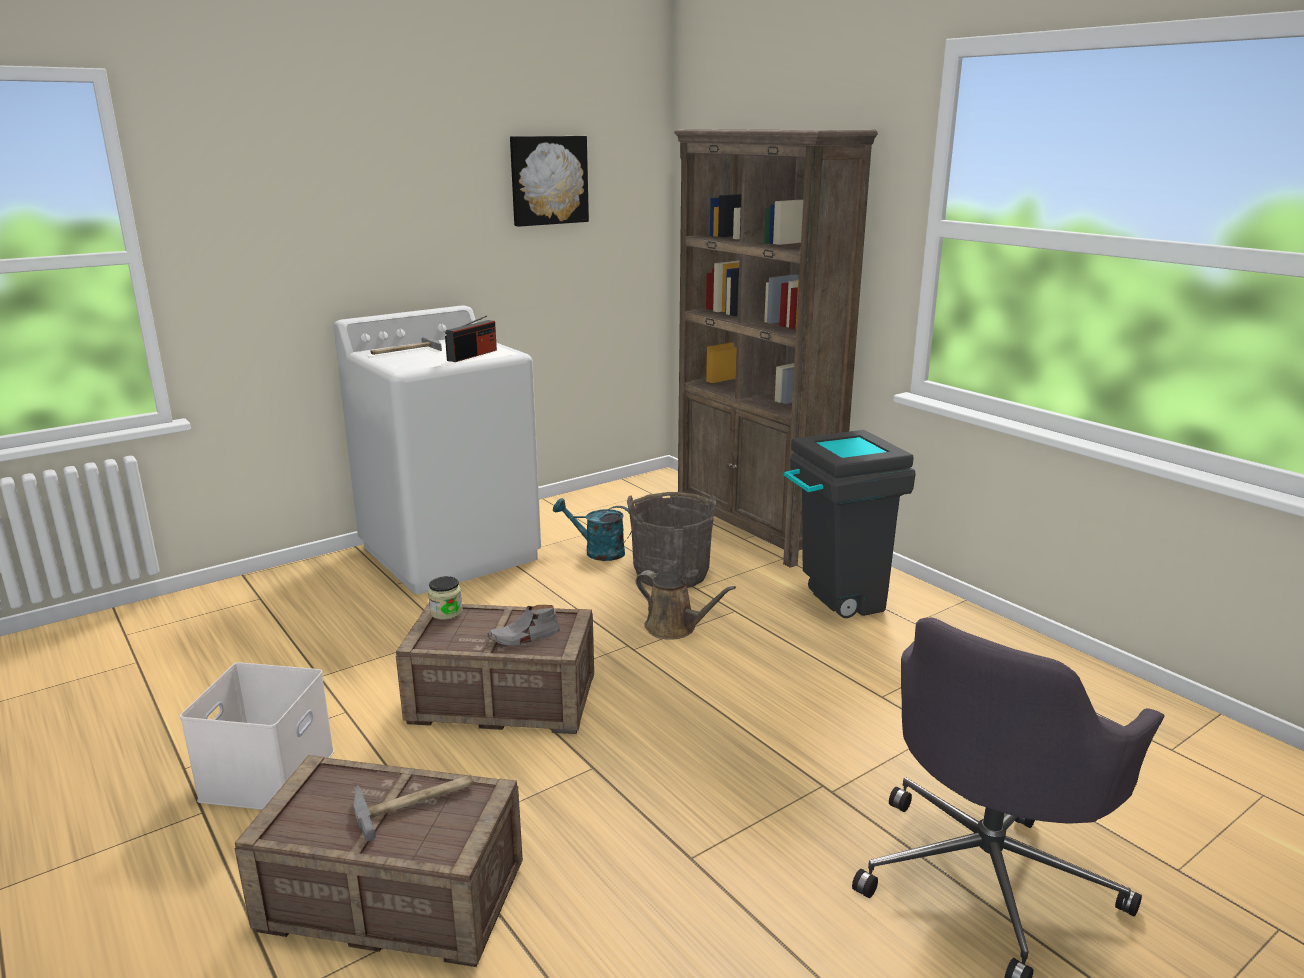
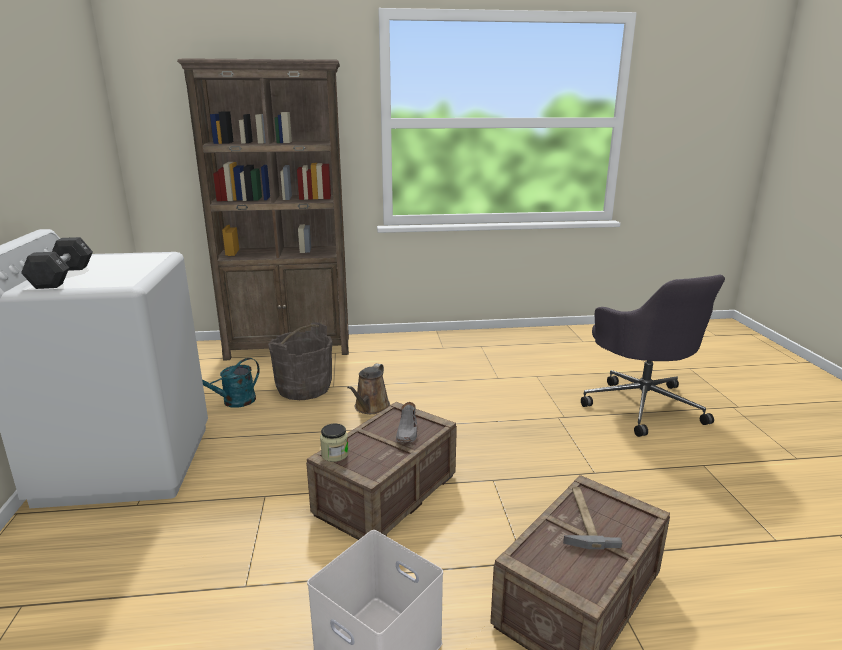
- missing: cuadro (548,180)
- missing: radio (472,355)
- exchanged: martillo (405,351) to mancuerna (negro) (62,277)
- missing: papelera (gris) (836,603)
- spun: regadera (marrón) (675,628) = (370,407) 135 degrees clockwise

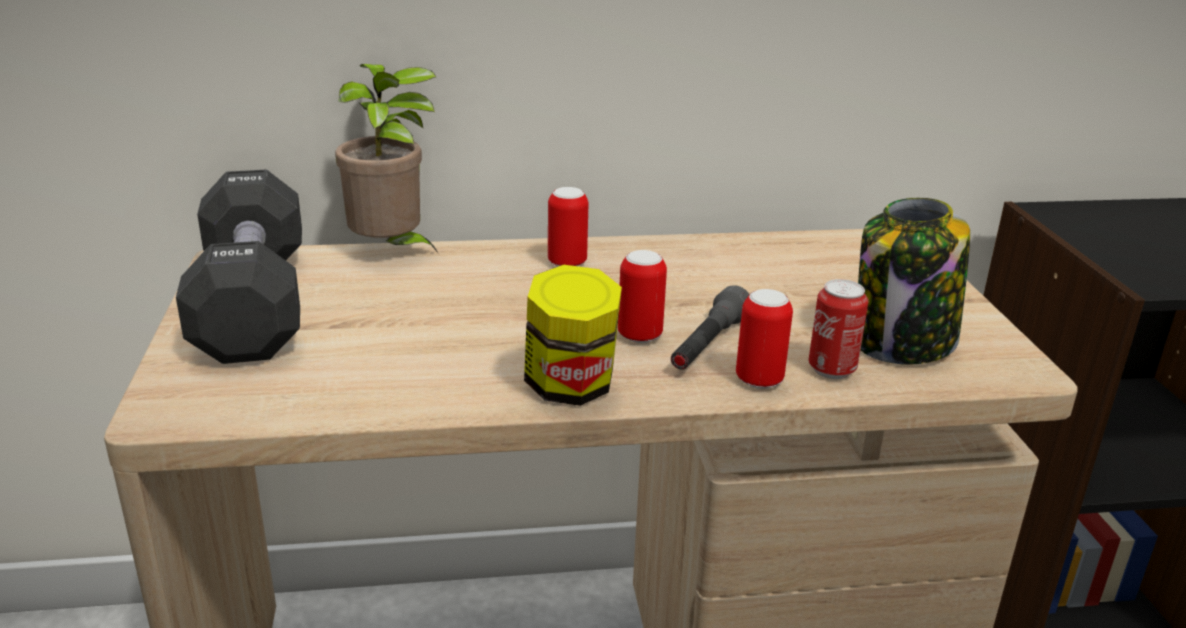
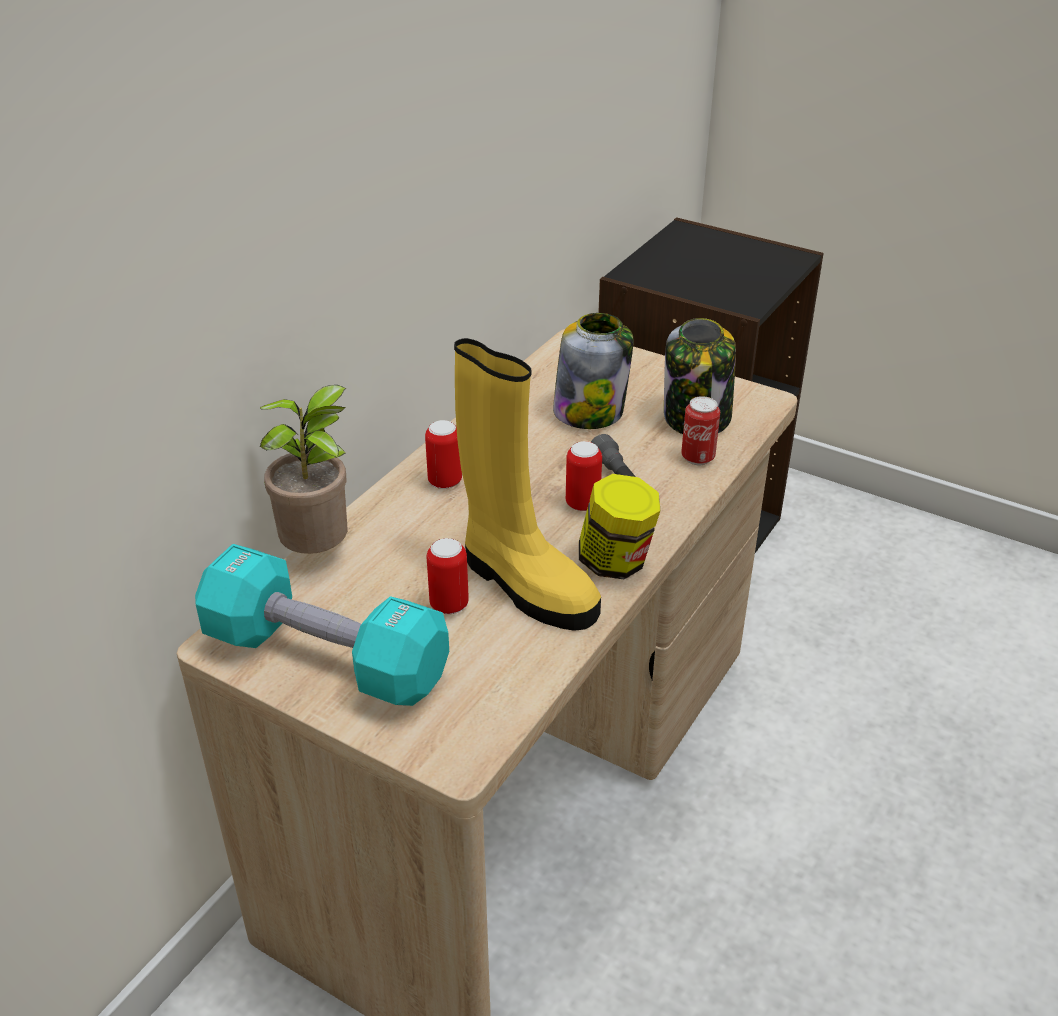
- colour: mancuerna (negro) (252,303) to mancuerna (turquesa) (325,657)
- relocated: lata (759,380) to (449,605)
- appeared: tarro (590,411)
- appeared: bota (amarillo) (525,585)

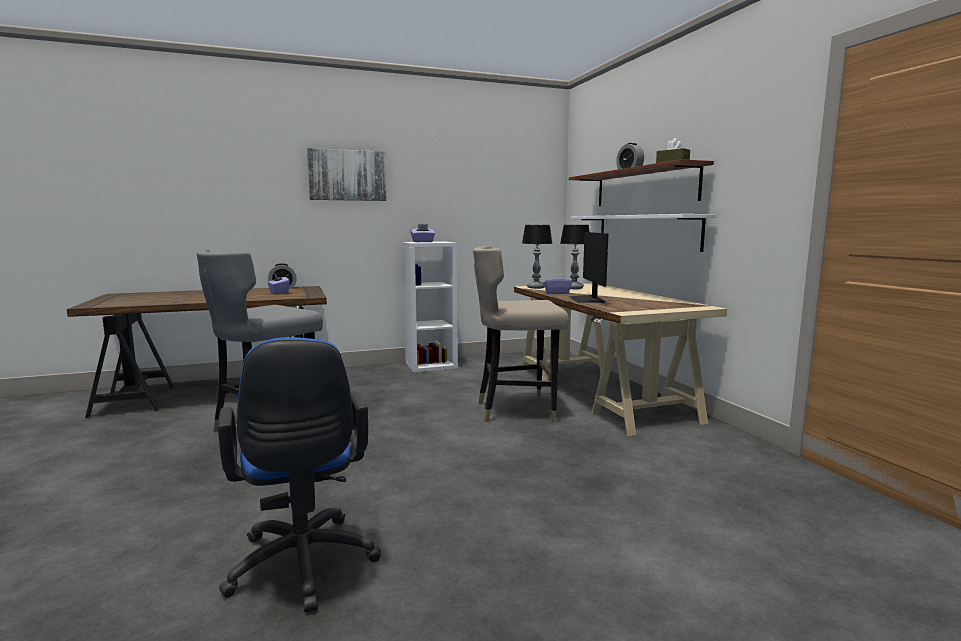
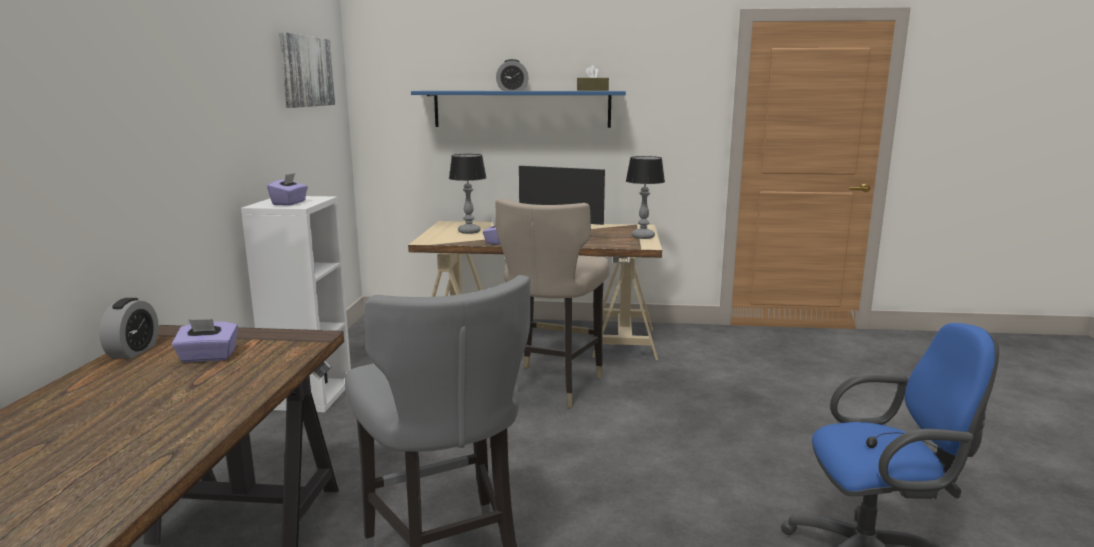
- relocated: cuadro (347,175) to (306,71)
- colour: estante (marrón) (644,187) to estante (azul) (522,109)
- missing: estante (blanco) (646,231)
- relocated: lámpara de mesa (536,287) to (642,236)

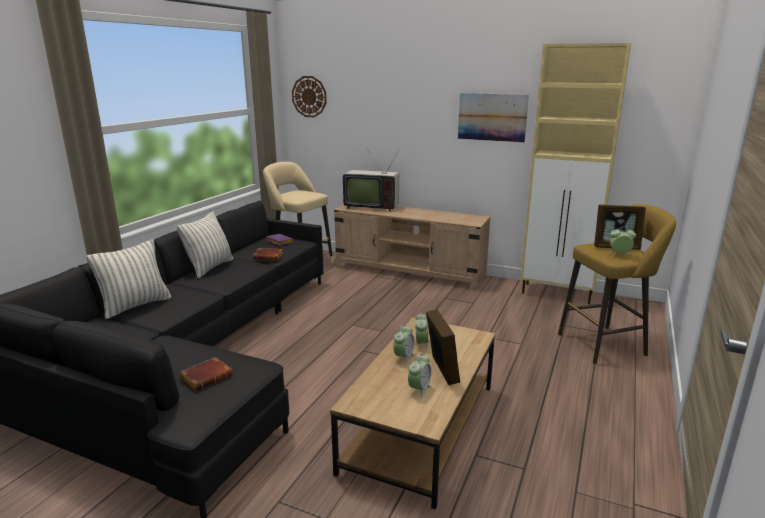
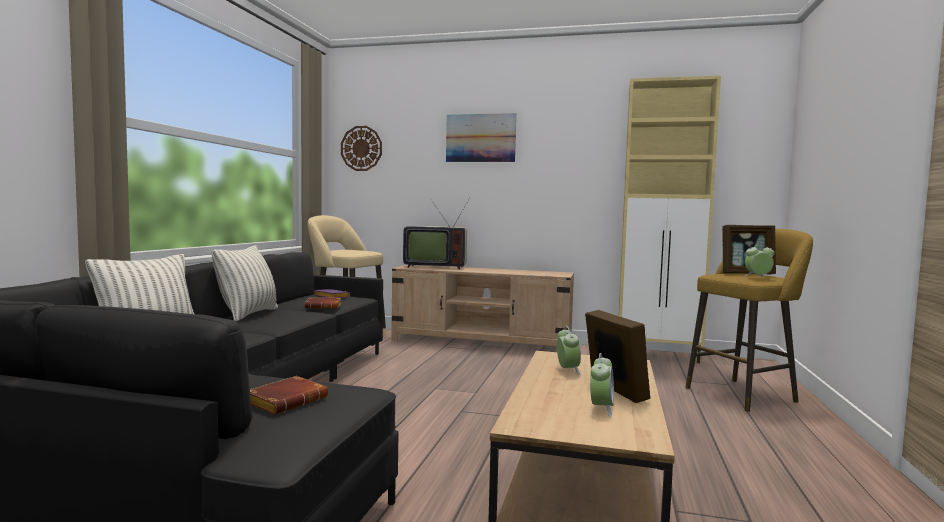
- relocated: cuadro (492,117) to (480,138)
- missing: despertador (403,357)

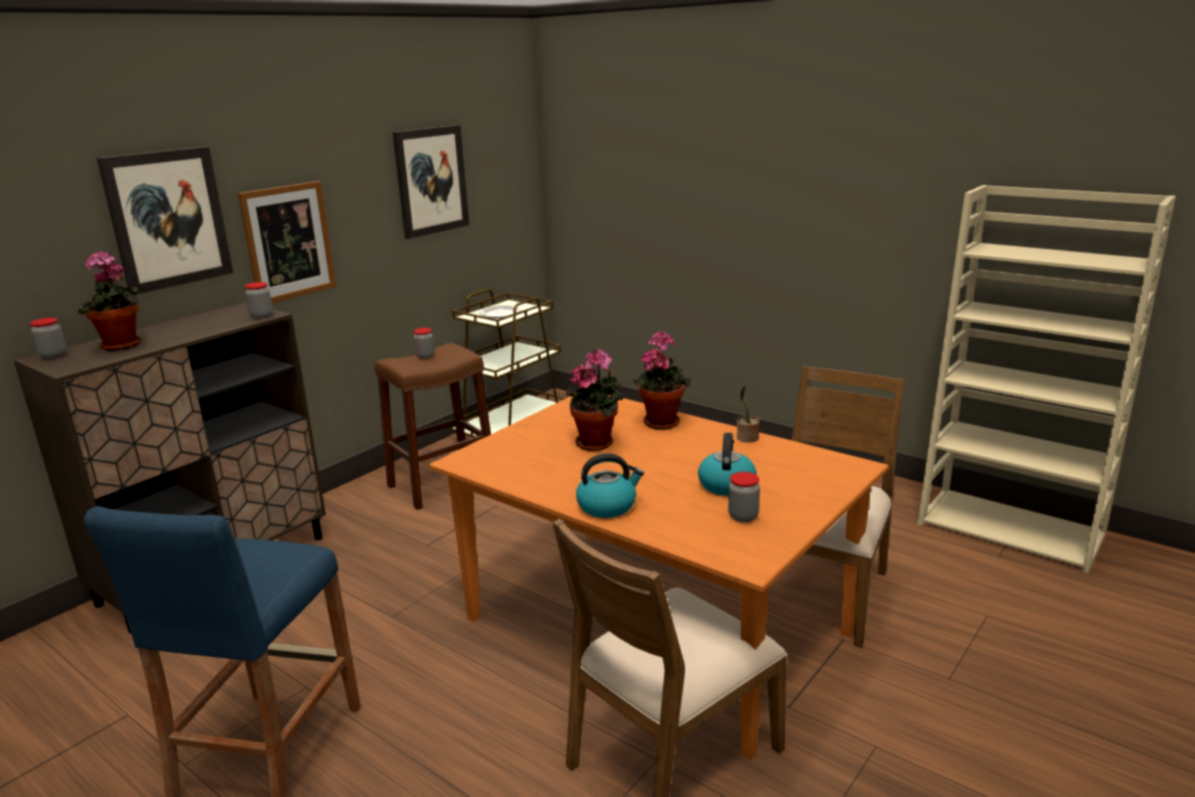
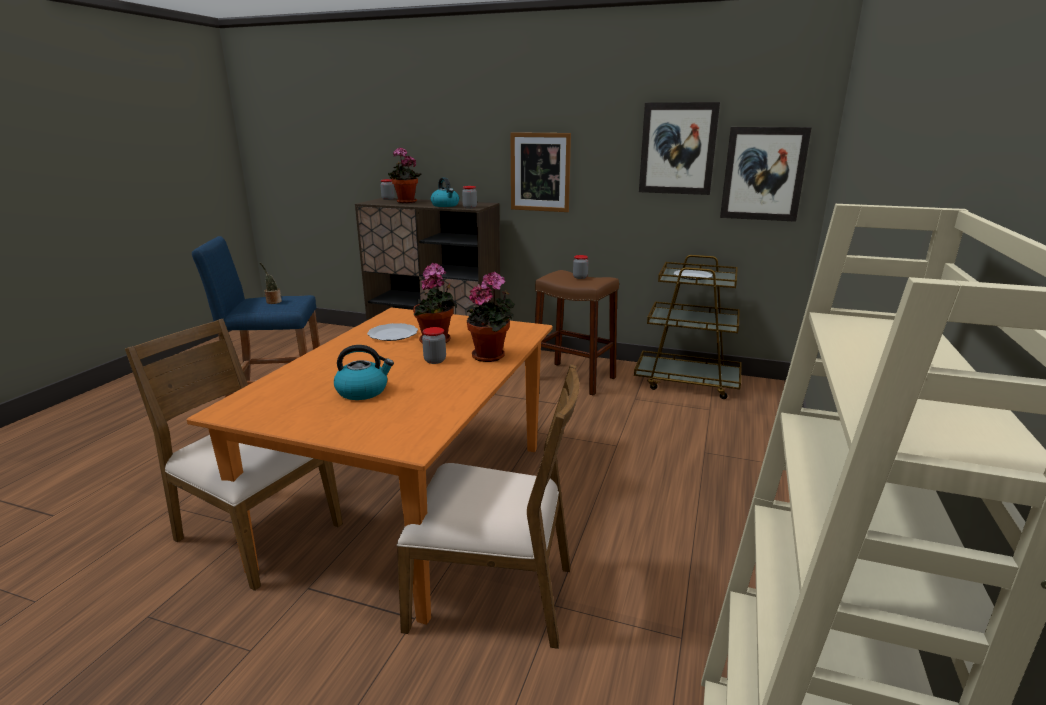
- relocated: cuadro (168,219) to (763,174)
- relocated: planta en maceta (746,438) to (273,301)
- relocated: hervidor (607,506) to (445,205)
- relocated: tarro (743,516) to (435,360)
- appeared: plato (393,334)

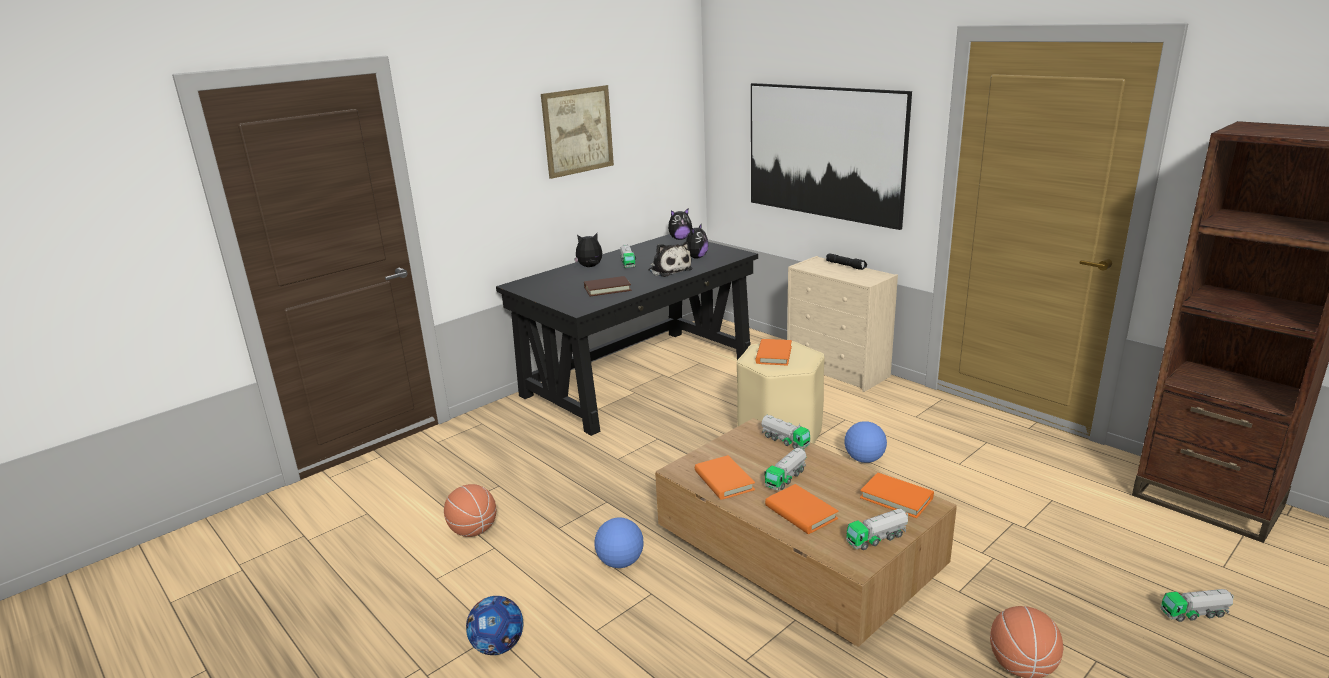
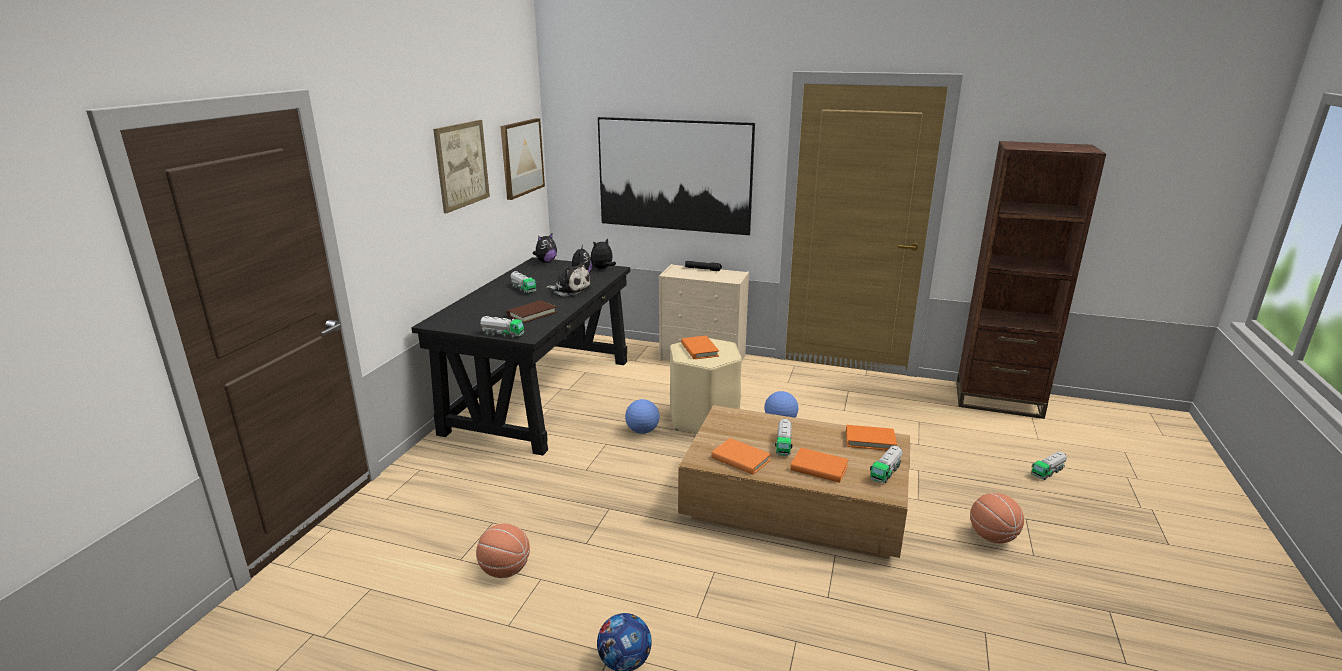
- relocated: peluche (590,267) to (602,269)
- relocated: camión de juguete (784,440) to (502,334)
- relocated: balón de fútbol (620,562) to (642,431)
- appeared: cuadro (521,158)

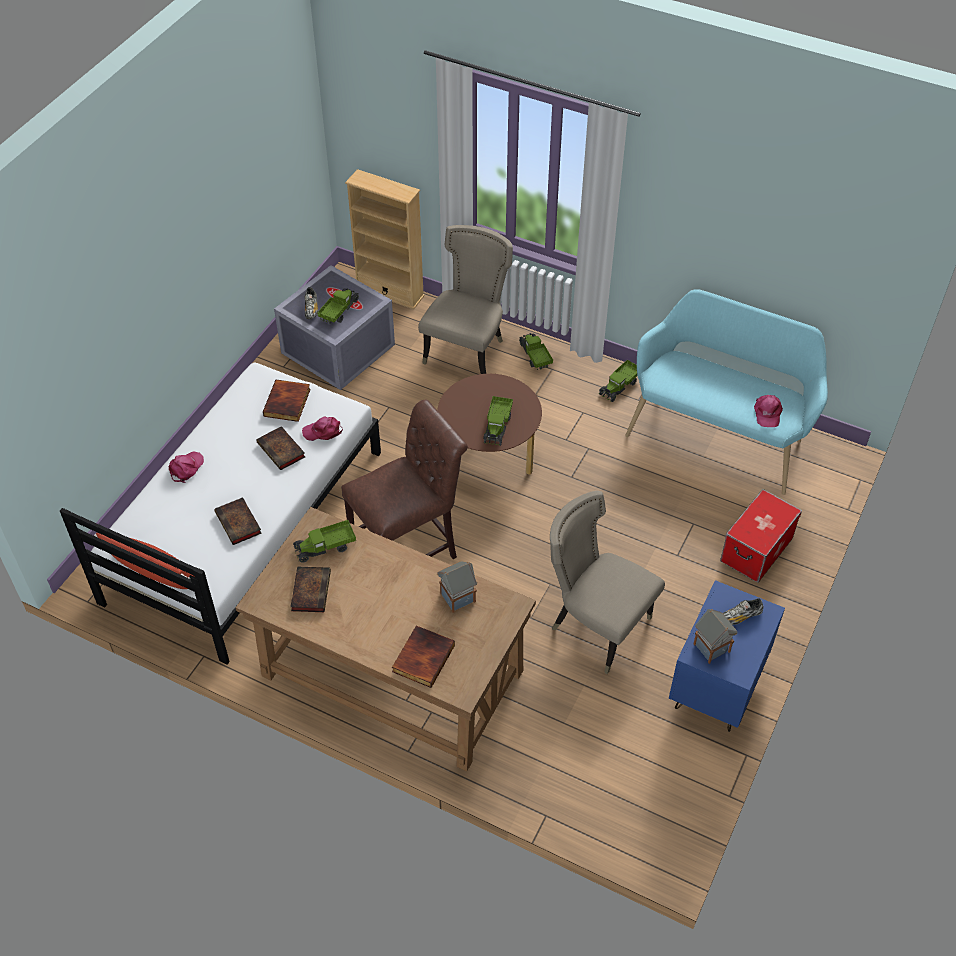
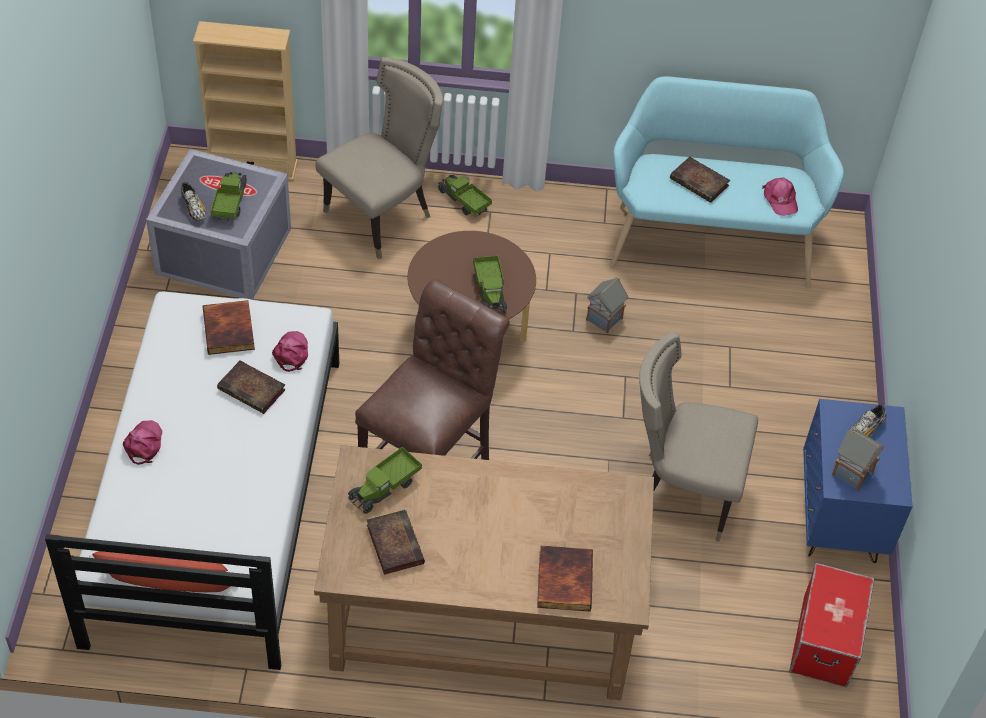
- spun: silla (beis) (468,352) = (383,215) 45 degrees clockwise
- missing: camión de juguete (619,386)
- spun: gorra (rosa) (323,431) = (291,353) 120 degrees clockwise
- relocated: caja de almacenaje (756,549) to (824,640)
- relocated: libro (239,524) to (700,183)
- relocated: casita (457,598) to (604,320)

